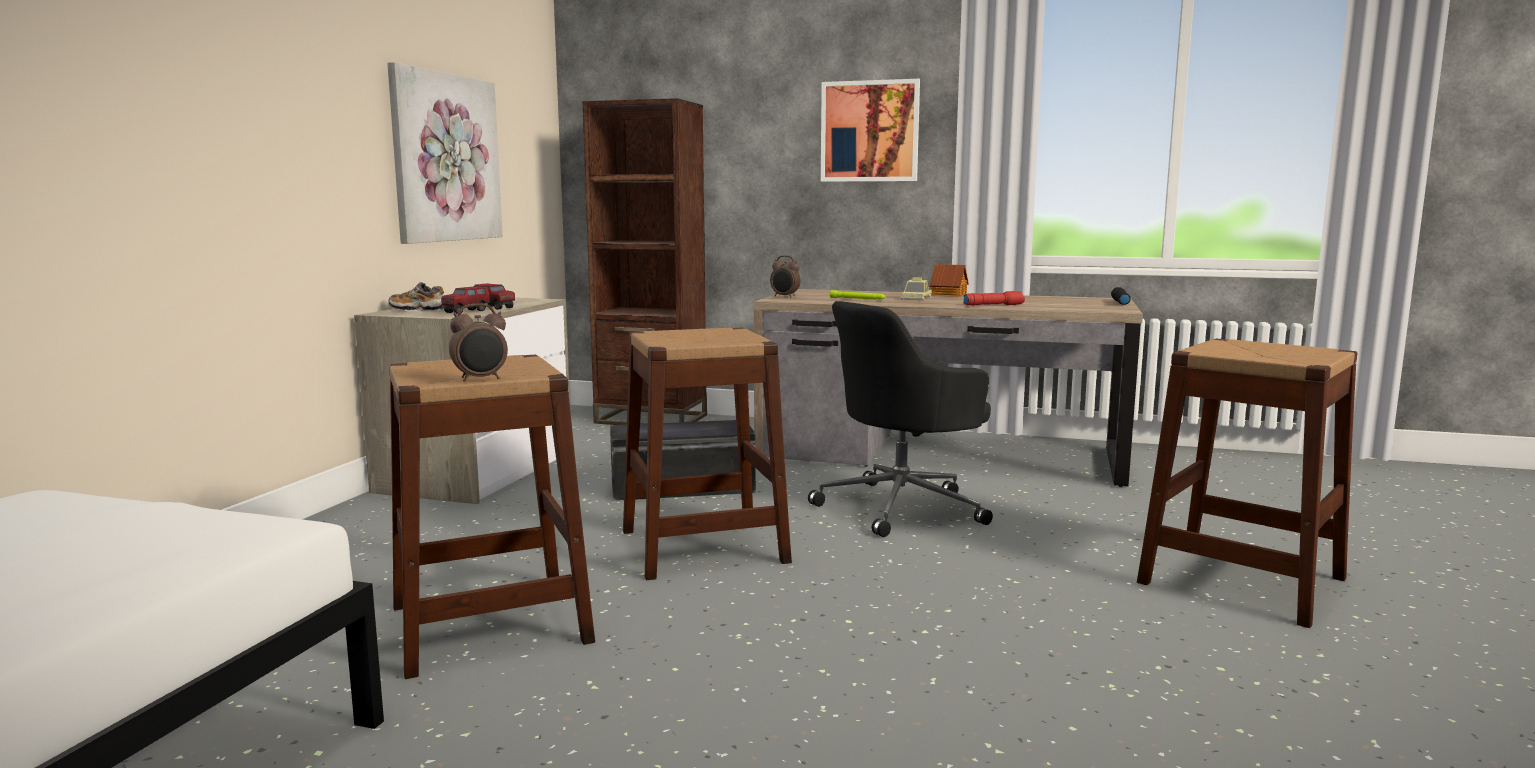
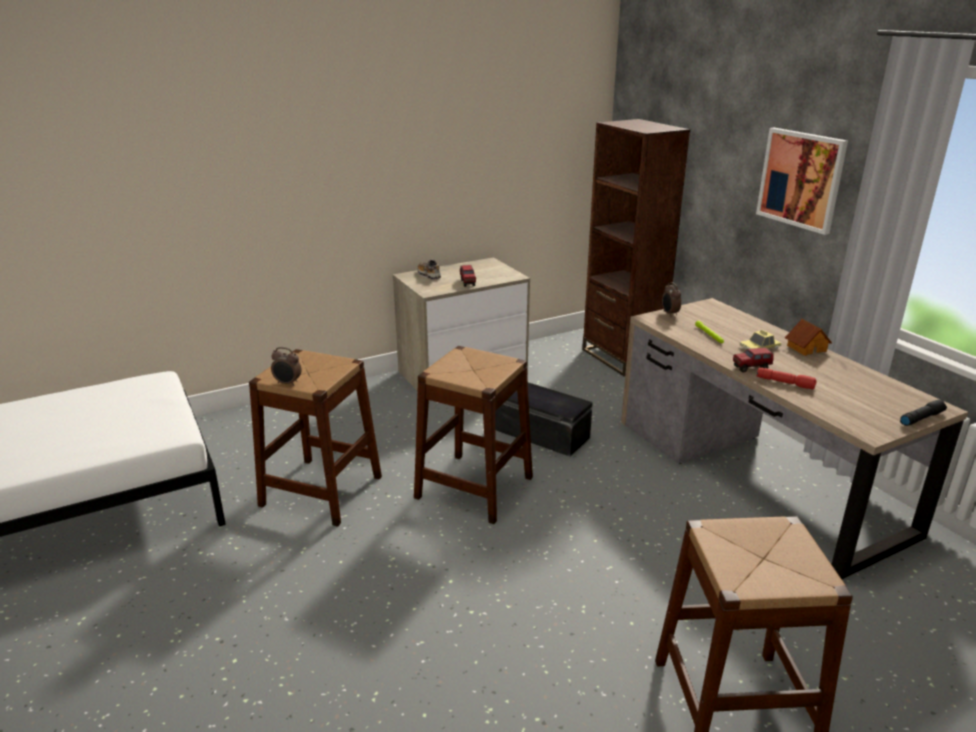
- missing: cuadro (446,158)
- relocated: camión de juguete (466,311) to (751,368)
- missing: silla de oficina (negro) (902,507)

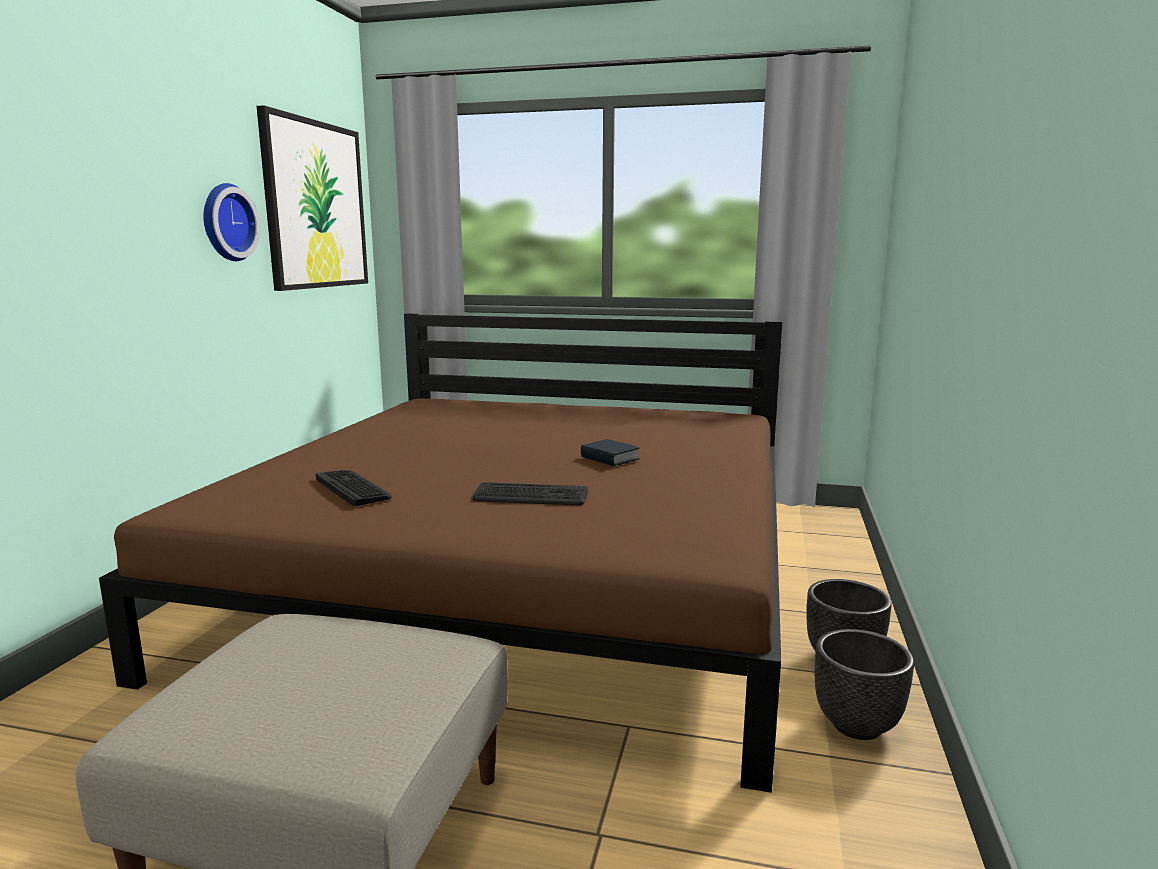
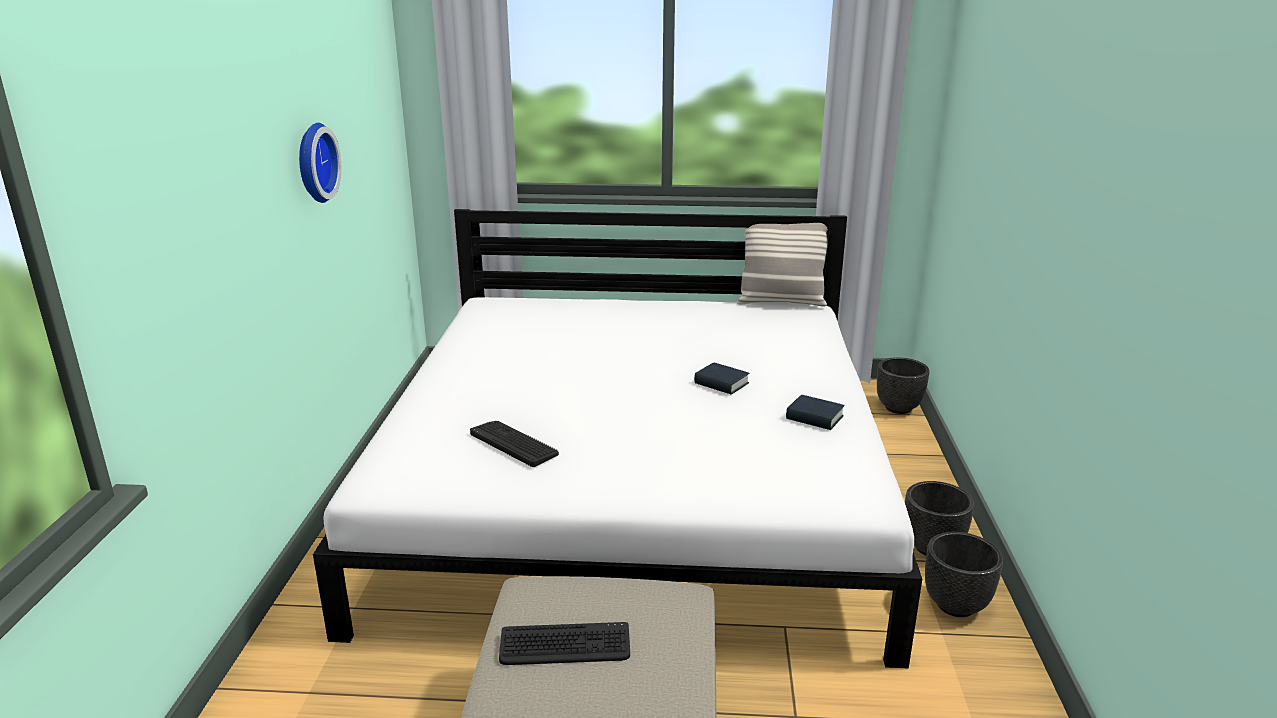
- missing: cuadro (315,205)
- colour: cama (marrón) (525,578) to cama (blanco) (635,488)
- relocated: teclado (530,496) to (565,646)
- appeared: cojín (781,302)
- appeared: maceta (negro) (898,408)
- appeared: libro (814,418)

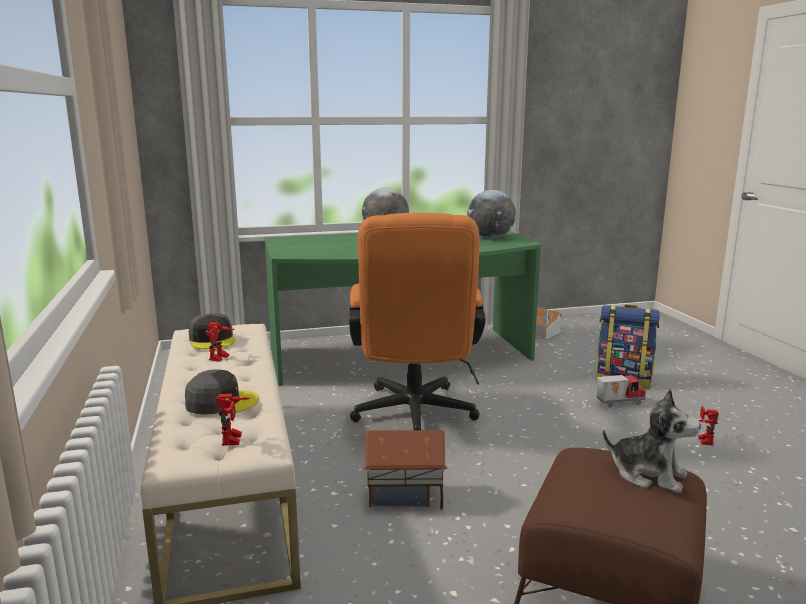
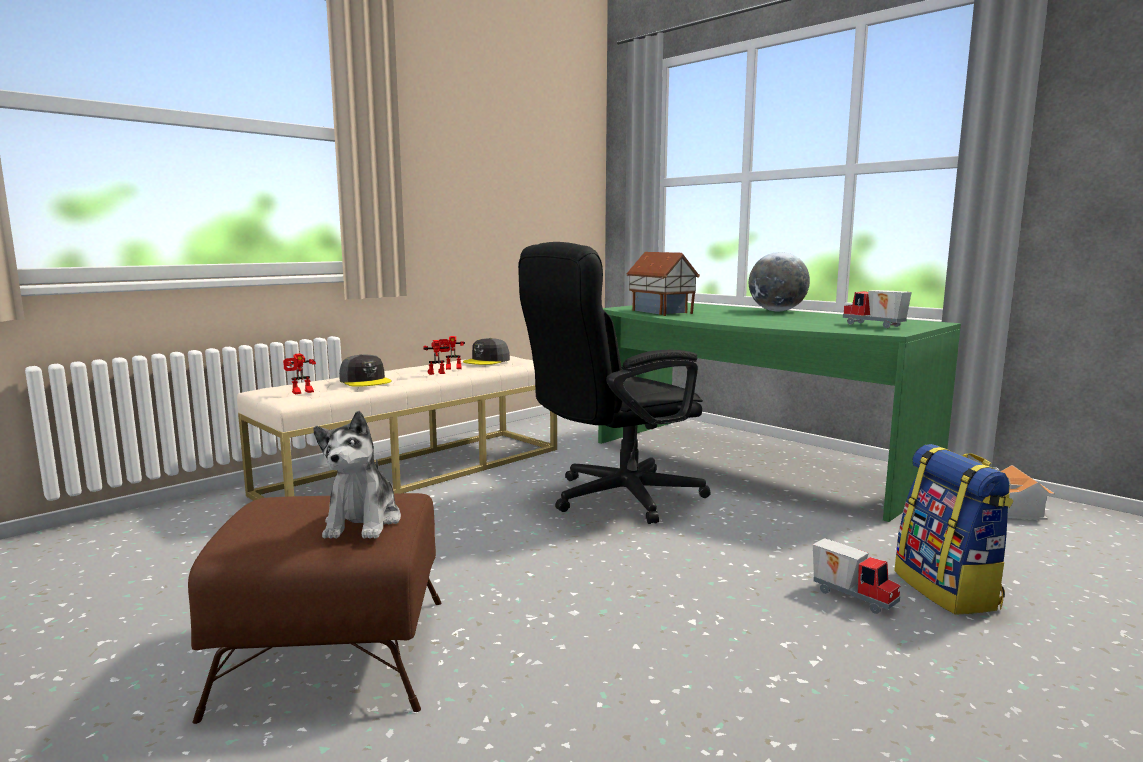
- exchanged: globo terráqueo (490,238) to camión de juguete (873,325)
- colour: silla de oficina (naranja) (414,417) to silla de oficina (negro) (613,498)
- relocated: robot de juguete (702,440) to (437,372)
- relocated: casita (405,497) to (660,312)

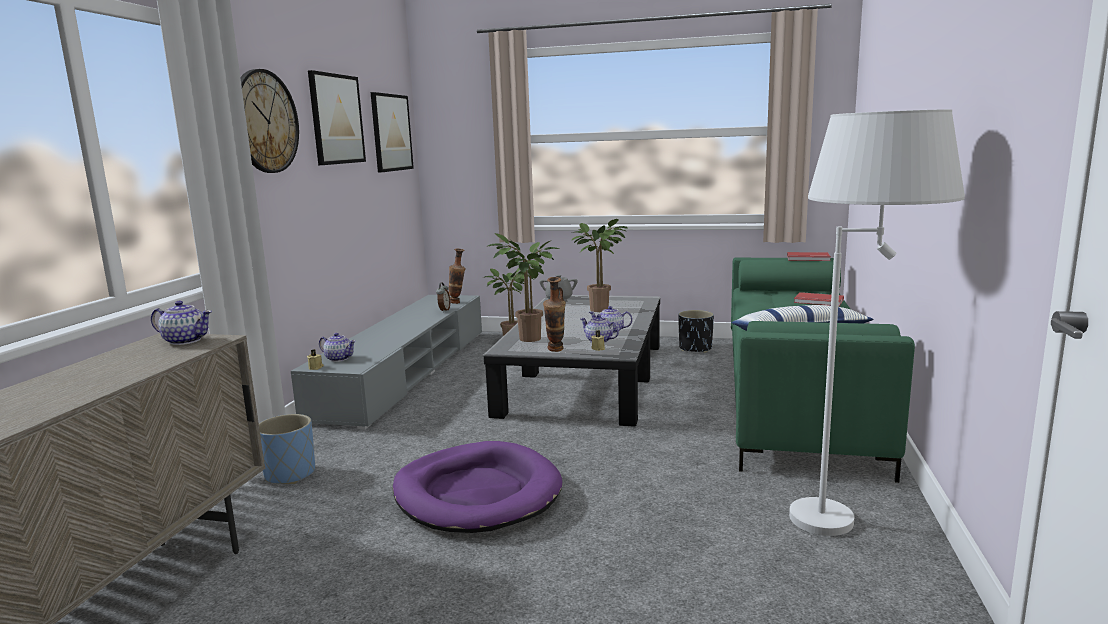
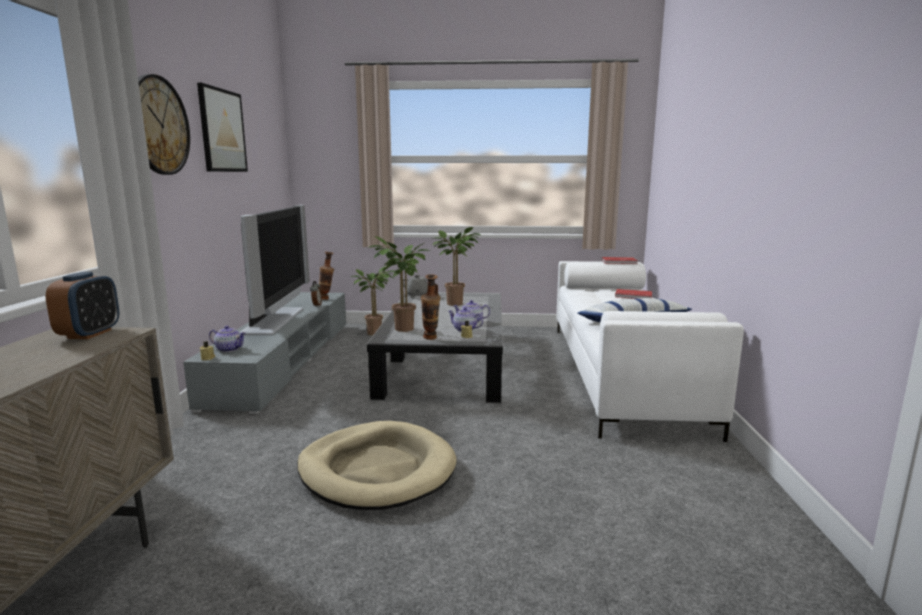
- missing: cuadro (391,132)
- missing: lámpara de pie (blanco) (857,522)
- colour: sofá (verde) (796,396) to sofá (blanco) (621,373)
- exchanged: tetera (185,340) to despertador (89,334)
- missing: maceta (negro) (695,348)
- missing: maceta (azul) (290,474)
- colour: cama para perro (morado) (477,493) to cama para perro (beis) (377,470)
- appeared: televisor (276,320)

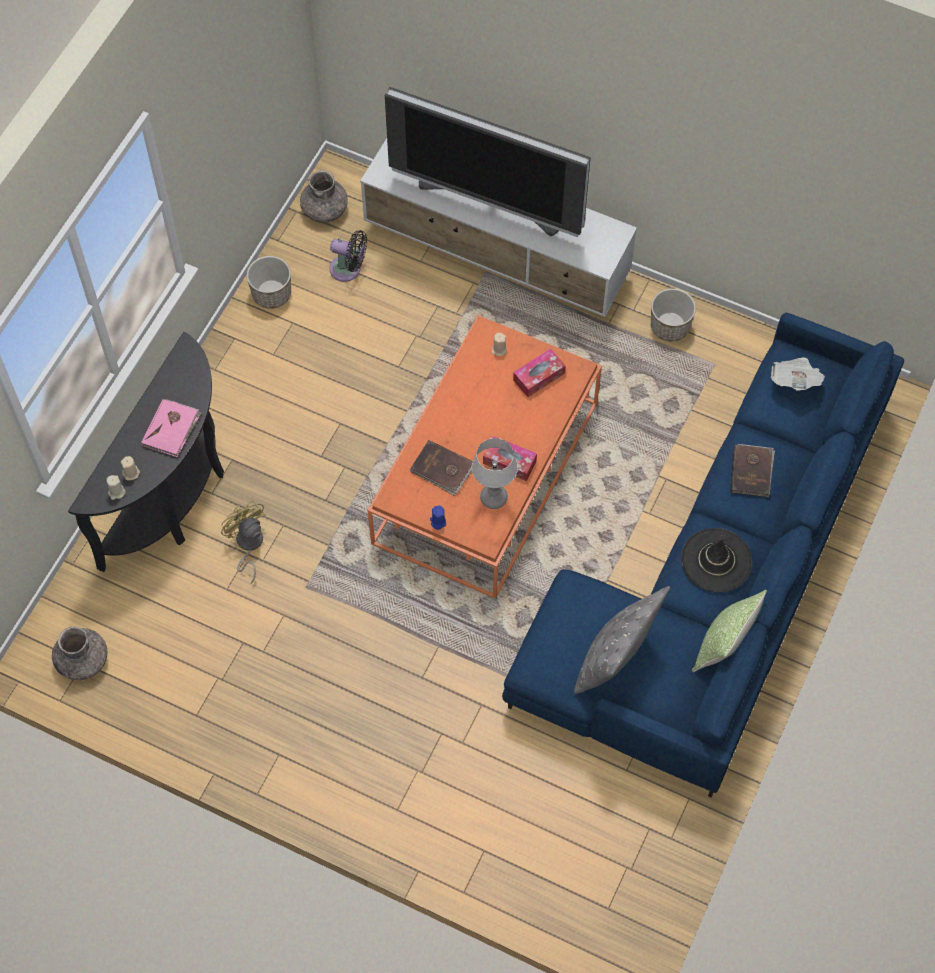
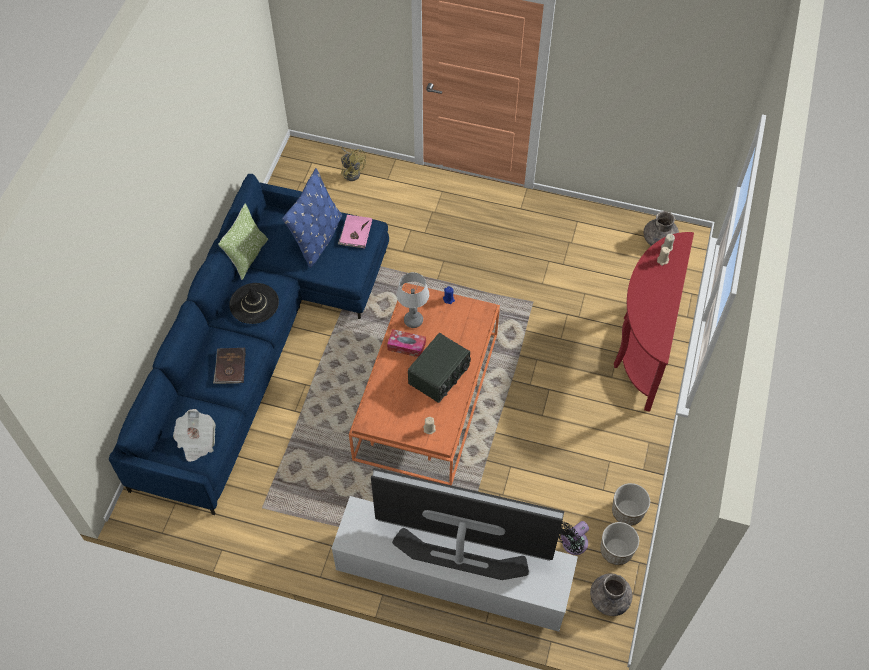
- spun: ventilador (negro) (348,269) = (572,544) 45 degrees counterclockwise
- relocated: maceta (670,327) to (616,550)
- colour: mesa consola (negro) (173,497) to mesa consola (rojo) (642,345)
- missing: caja de pañuelos (539,377)
- relocated: libro (rosa) (171,429) to (355,233)
- missing: libro (marrón) (442,469)
- relocated: ventilador (amarillo) (248,545) to (352,171)
- colour: cojín (gris) (615,657) to cojín (azul) (317,238)
- appeared: radio (439,376)

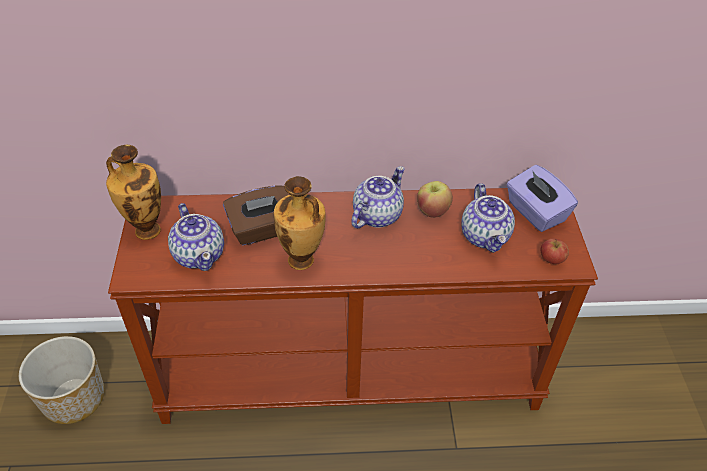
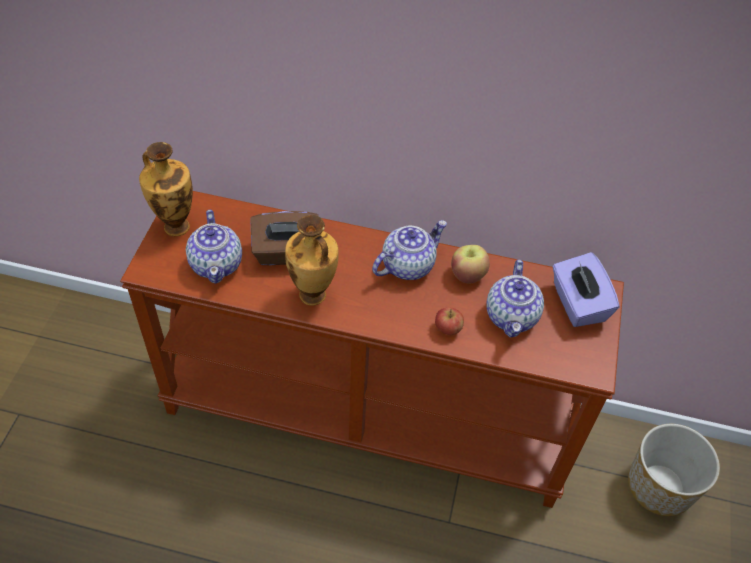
- relocated: manzana (551,260) to (448,329)
- relocated: maceta (73,398) to (658,486)

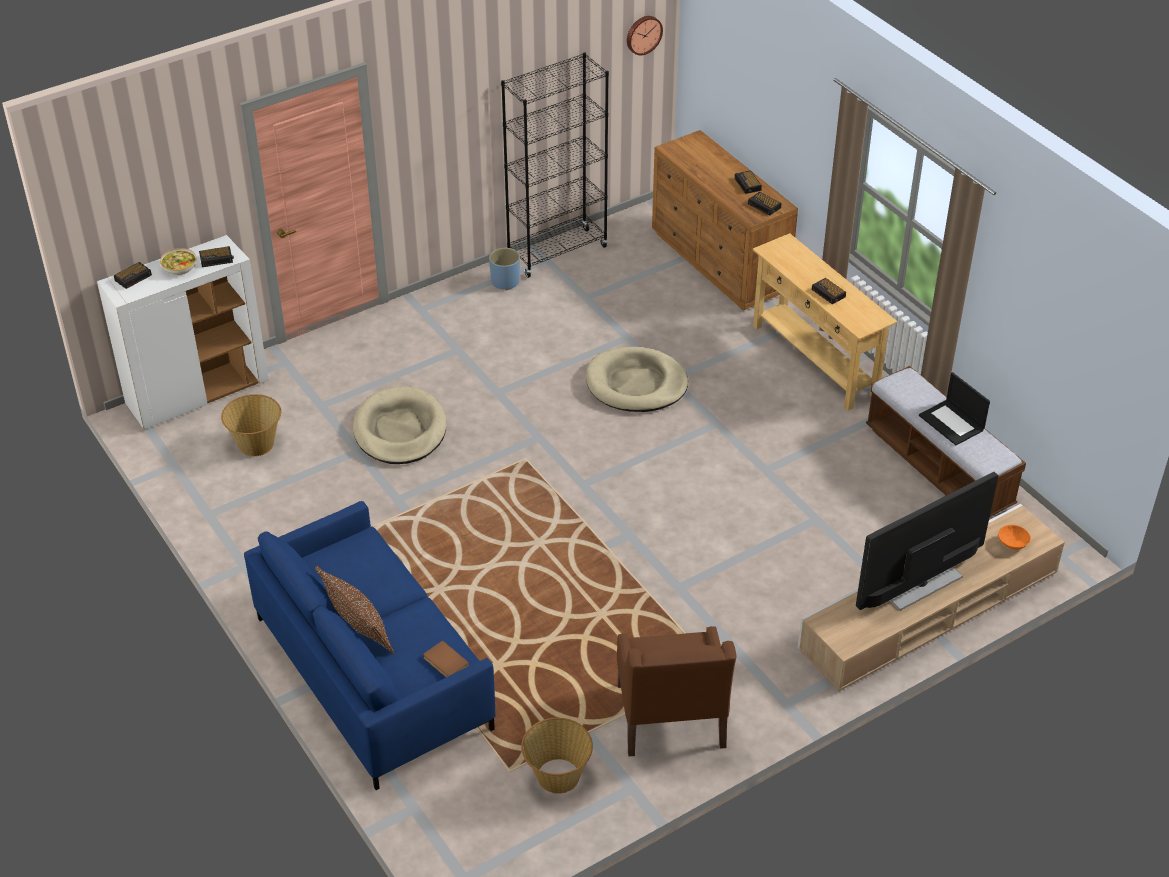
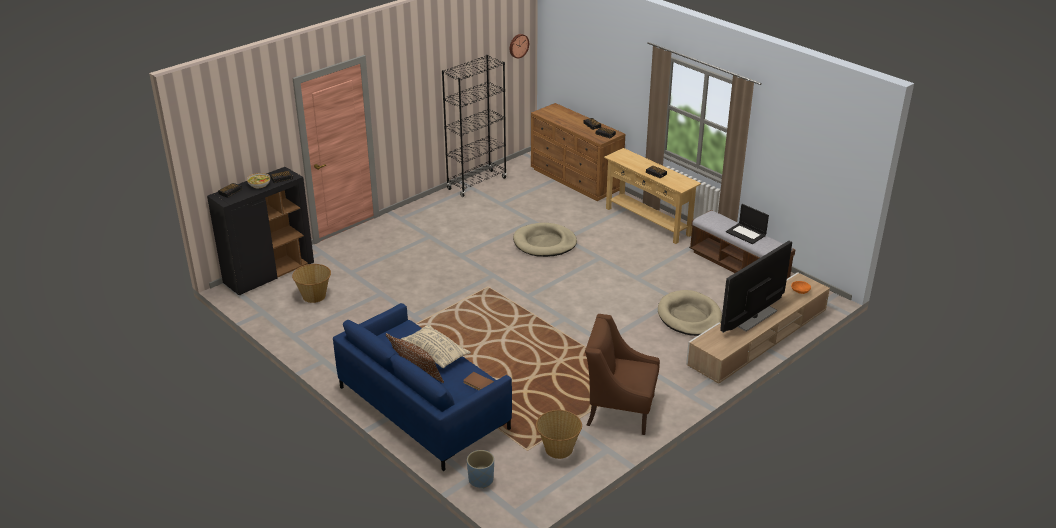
- colour: armario (blanco) (198,393) to armario (negro) (269,273)
- relocated: maceta (azul) (505,282) to (480,480)
- relocated: cama para perro (beis) (400,430) to (689,316)
- spun: sillón (marrón) (670,717) = (619,409) 120 degrees clockwise
- appeared: cojín (beis) (435,352)

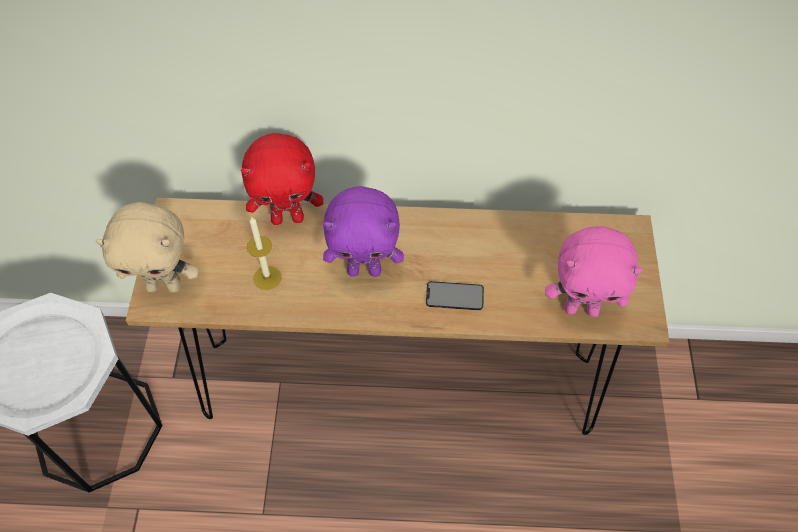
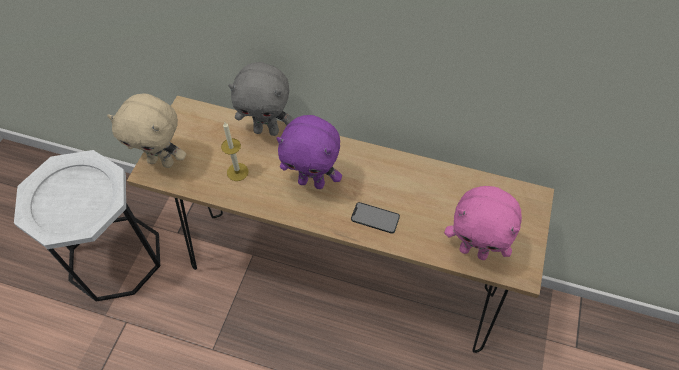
- colour: peluche (rojo) (288,218) to peluche (gris) (267,130)

